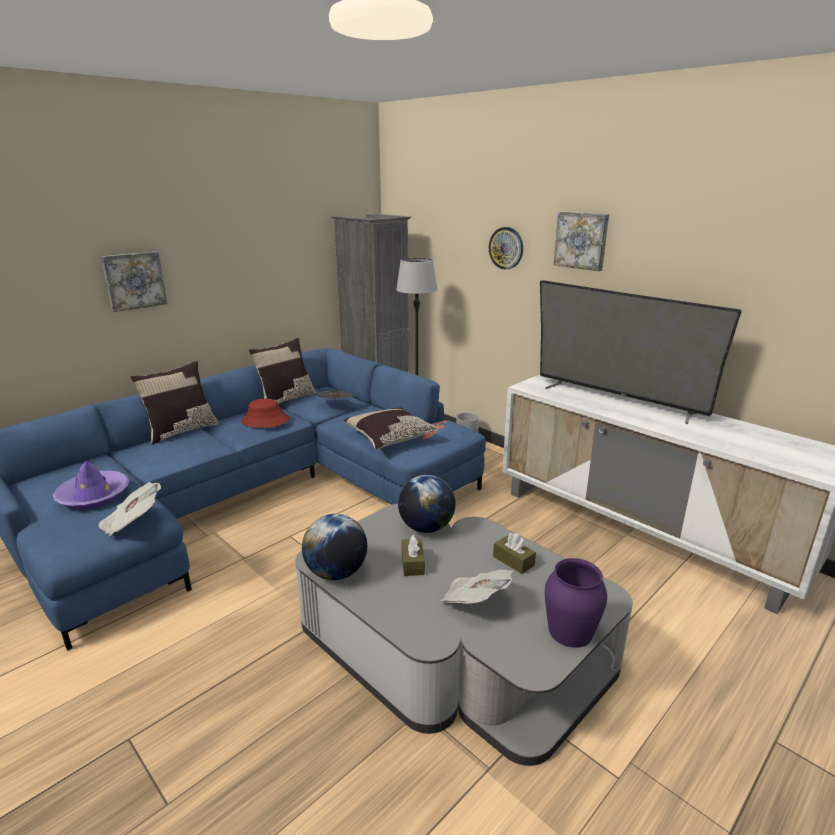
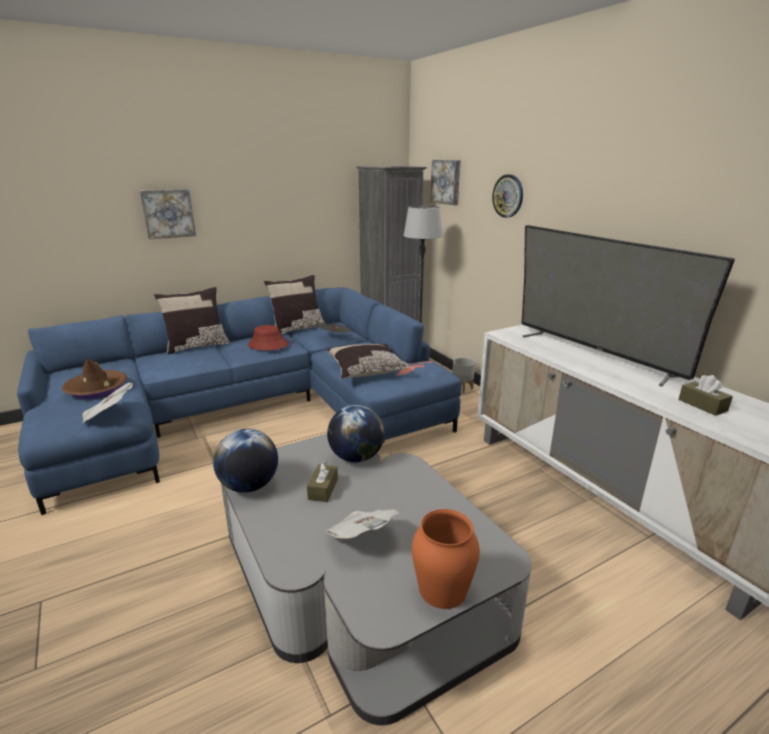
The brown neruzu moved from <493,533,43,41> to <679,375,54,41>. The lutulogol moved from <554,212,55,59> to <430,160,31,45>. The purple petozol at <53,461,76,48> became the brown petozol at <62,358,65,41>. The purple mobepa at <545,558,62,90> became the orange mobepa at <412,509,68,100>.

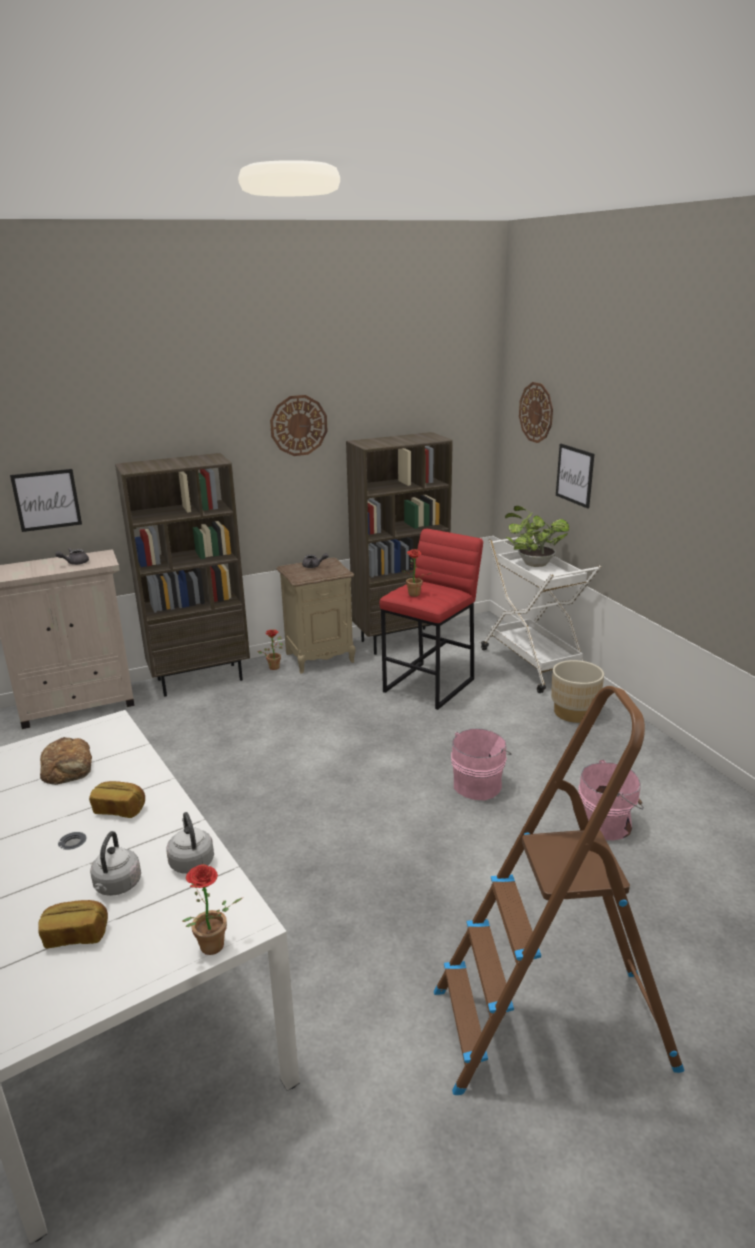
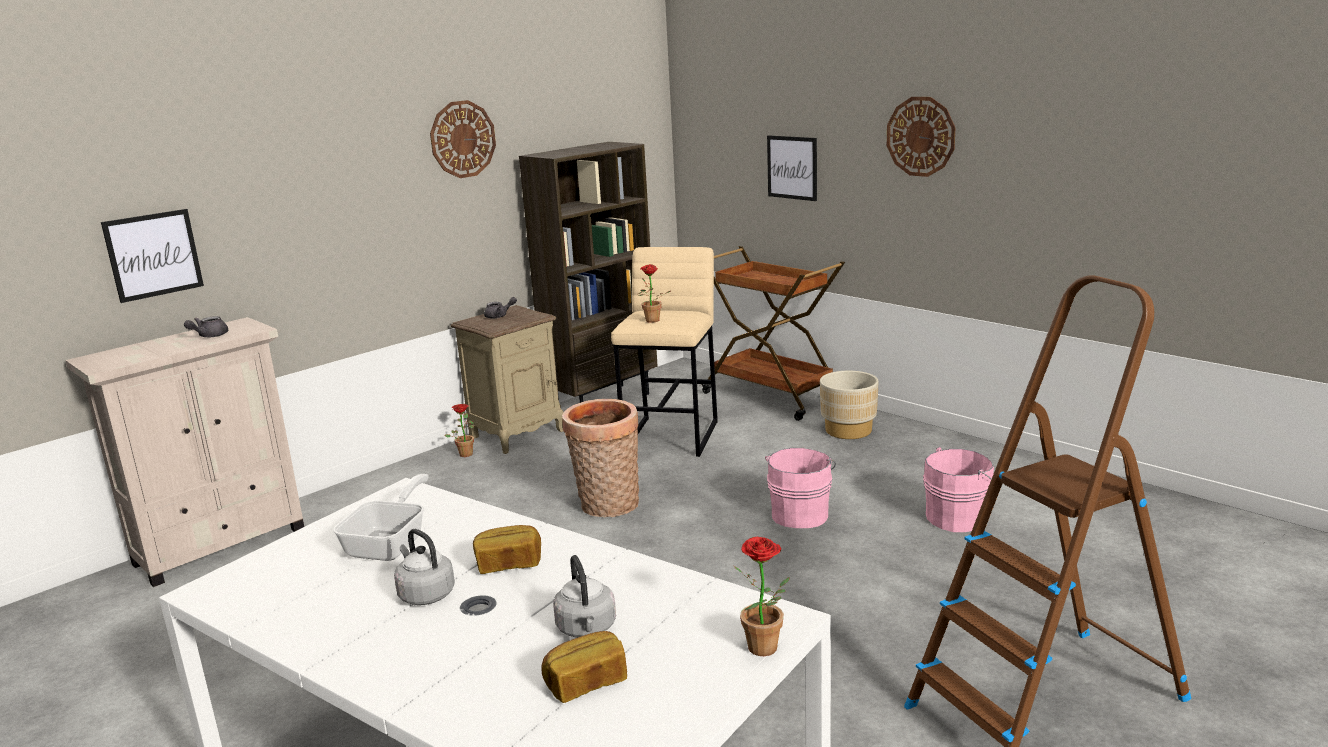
The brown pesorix at <115,453,135,243> disappeared. The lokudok at <505,506,64,61> disappeared. The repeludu at <562,399,77,118> appeared. The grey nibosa moved from <166,812,48,62> to <394,529,61,76>. The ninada moved from <519,382,34,61> to <887,97,69,80>. The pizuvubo at <40,737,52,48> was replaced by the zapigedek at <333,474,96,87>. The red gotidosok at <379,529,104,181> became the beige gotidosok at <611,247,107,210>. The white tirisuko at <481,536,120,157> became the brown tirisuko at <701,246,144,175>.

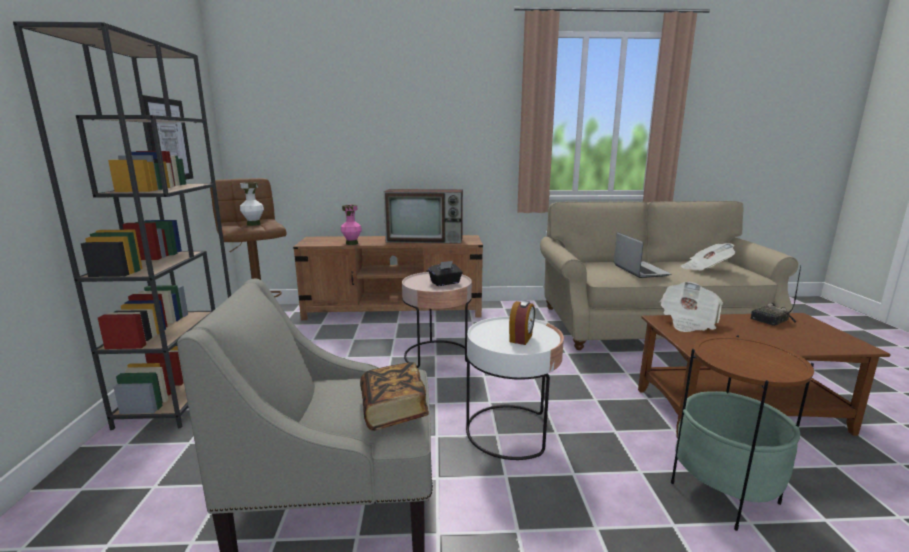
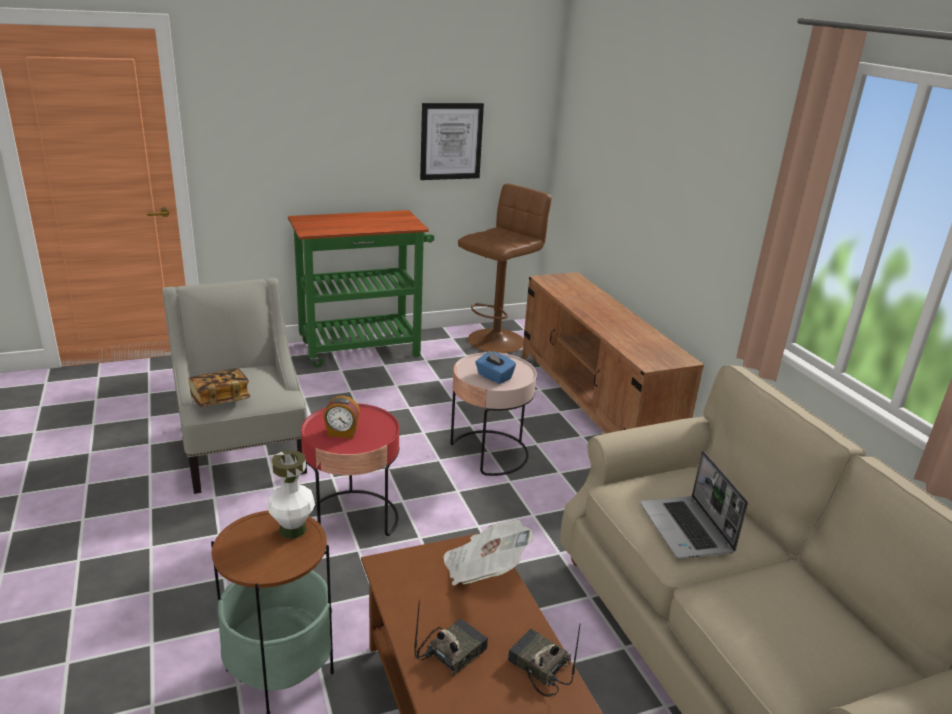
The pink mobepa at <341,205,21,40> disappeared. The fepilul at <384,189,79,55> disappeared. The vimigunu at <681,243,54,28> disappeared. The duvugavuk at <414,599,74,77> appeared. The white mobepa moved from <240,182,24,44> to <267,450,48,89>. The pesorix at <13,21,218,409> was replaced by the green tirisuko at <288,210,146,157>. The black neruzu at <428,261,35,25> became the blue neruzu at <475,350,41,34>. The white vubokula at <466,316,98,144> became the red vubokula at <301,404,98,132>. The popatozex at <614,232,57,46> turned 105 degrees clockwise.

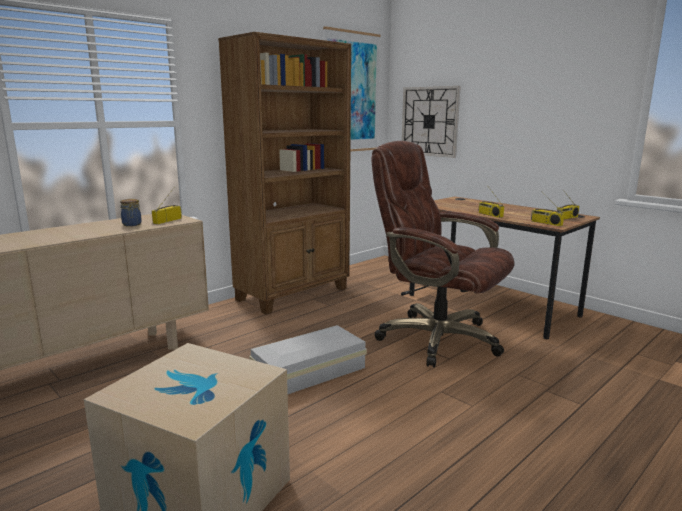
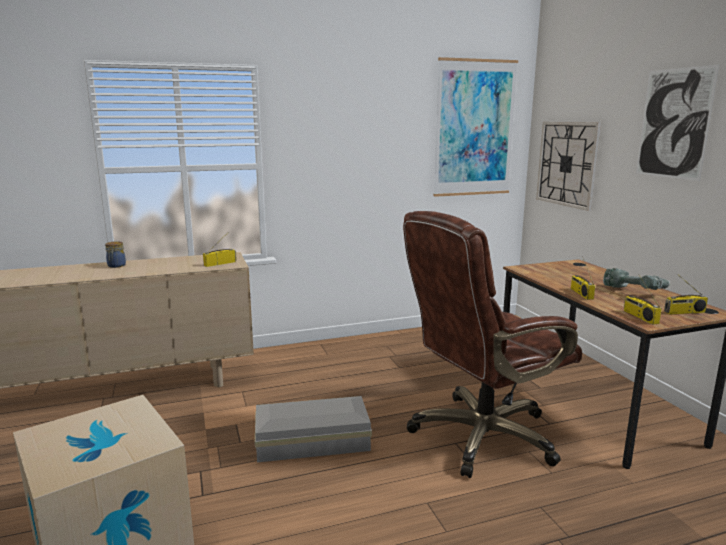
The brown pesorix at <218,32,133,282> disappeared. The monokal at <603,268,68,22> appeared. The lutulogol at <636,64,83,117> appeared. The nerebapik moved from <120,199,22,27> to <105,241,21,27>. The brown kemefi at <371,141,144,227> turned 90 degrees counterclockwise.

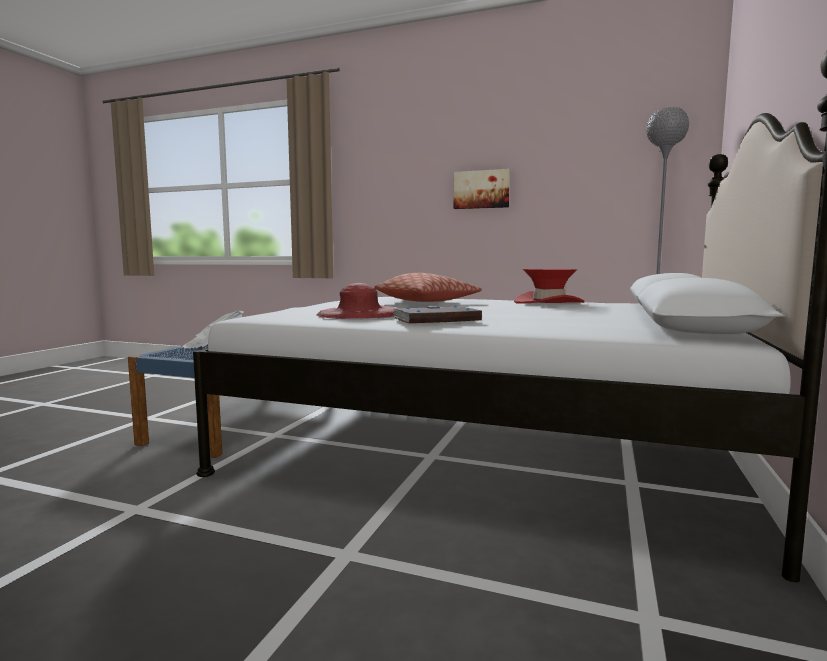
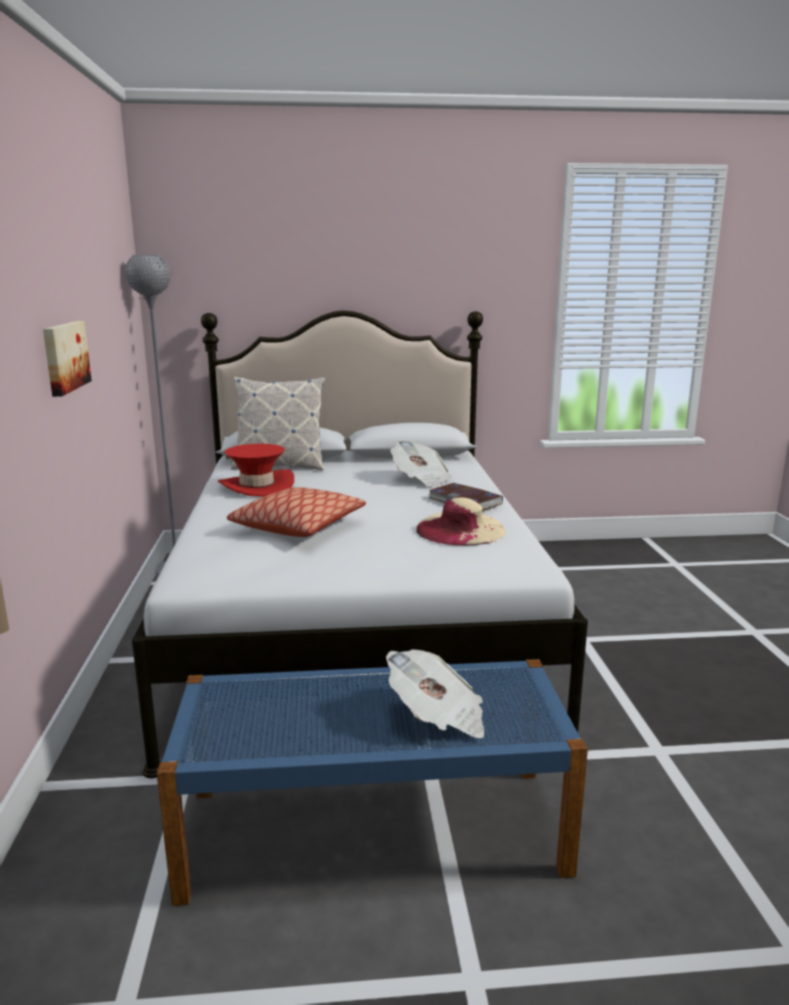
The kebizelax at <231,377,94,94> appeared. The vimigunu at <390,440,62,48> appeared. The red petozol at <316,283,82,36> became the beige petozol at <416,497,89,49>.

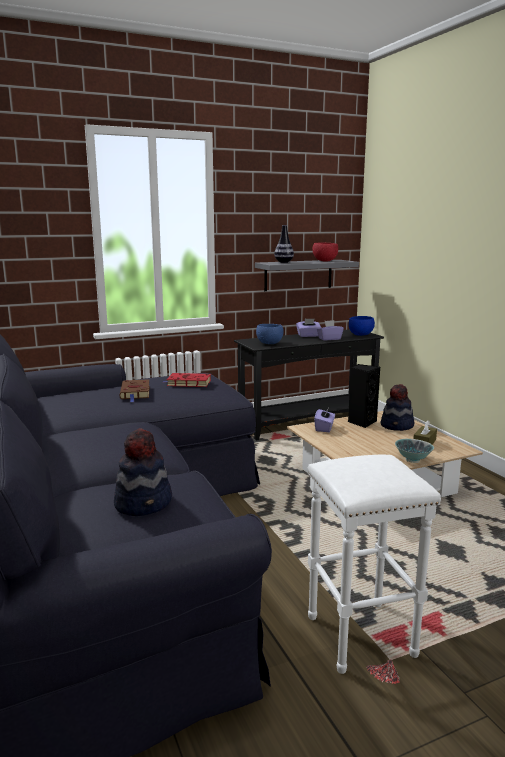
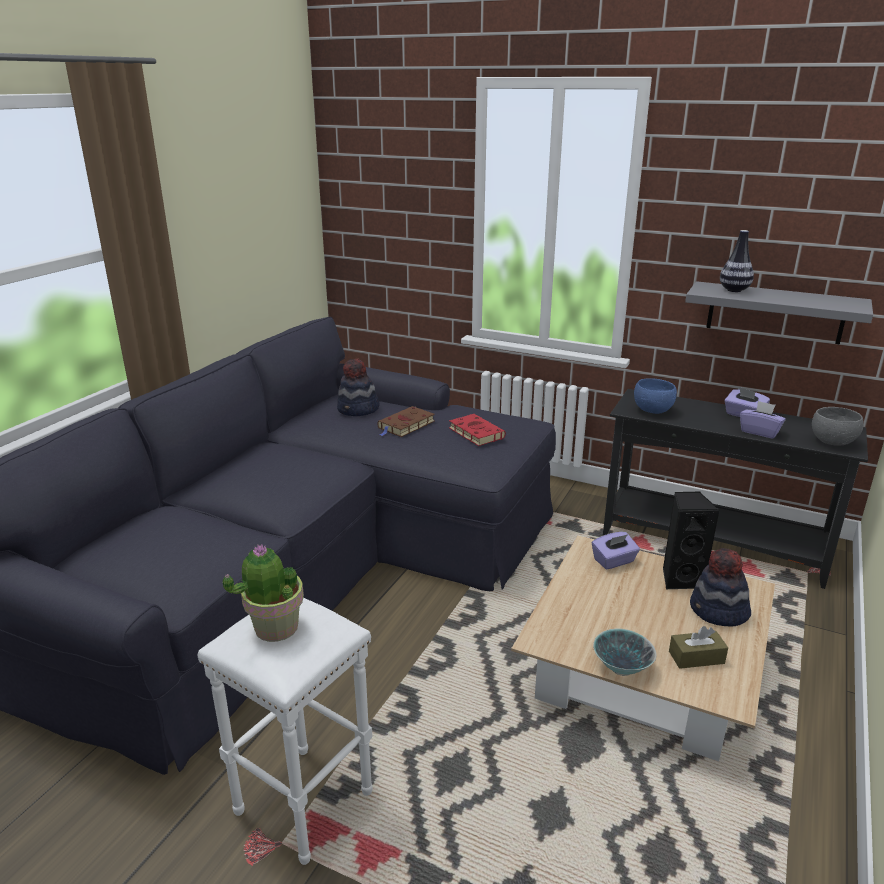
The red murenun at <312,243,26,19> disappeared. The lokudok at <223,545,81,97> appeared. The petozol moved from <114,428,58,88> to <337,359,42,57>. The blue murenun at <349,316,26,20> became the grey murenun at <812,407,52,39>.

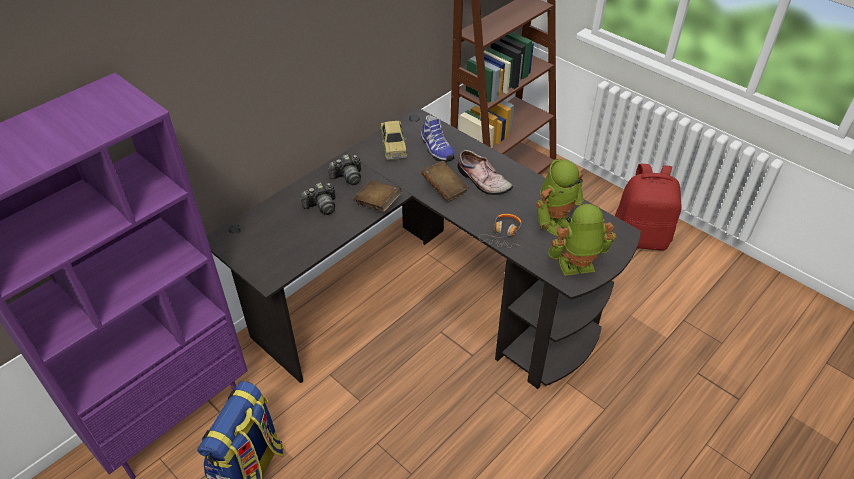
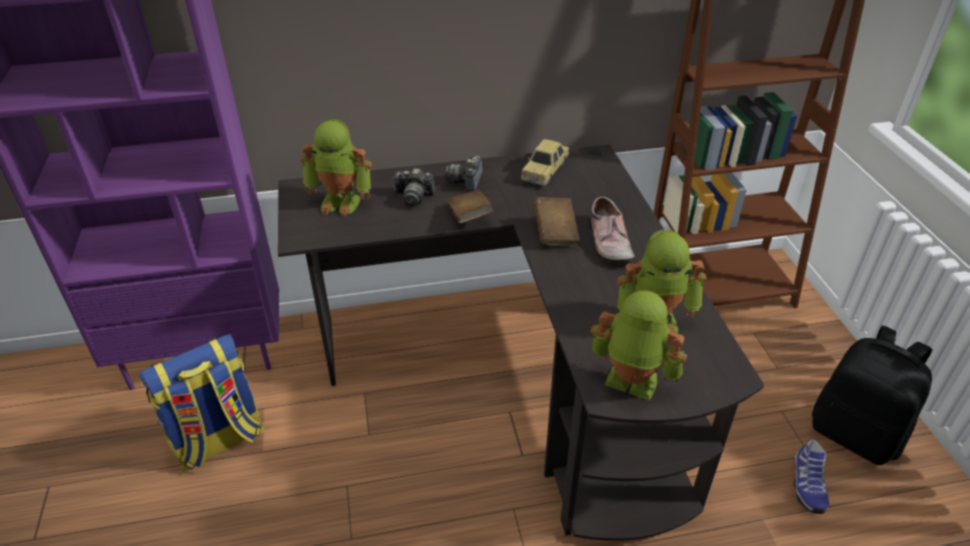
The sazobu at <479,214,43,34> disappeared. The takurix at <301,119,71,97> appeared. The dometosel moved from <421,115,34,47> to <793,440,36,74>. The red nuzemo at <615,164,67,86> became the black nuzemo at <812,325,121,140>. The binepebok at <328,154,33,31> turned 90 degrees clockwise.

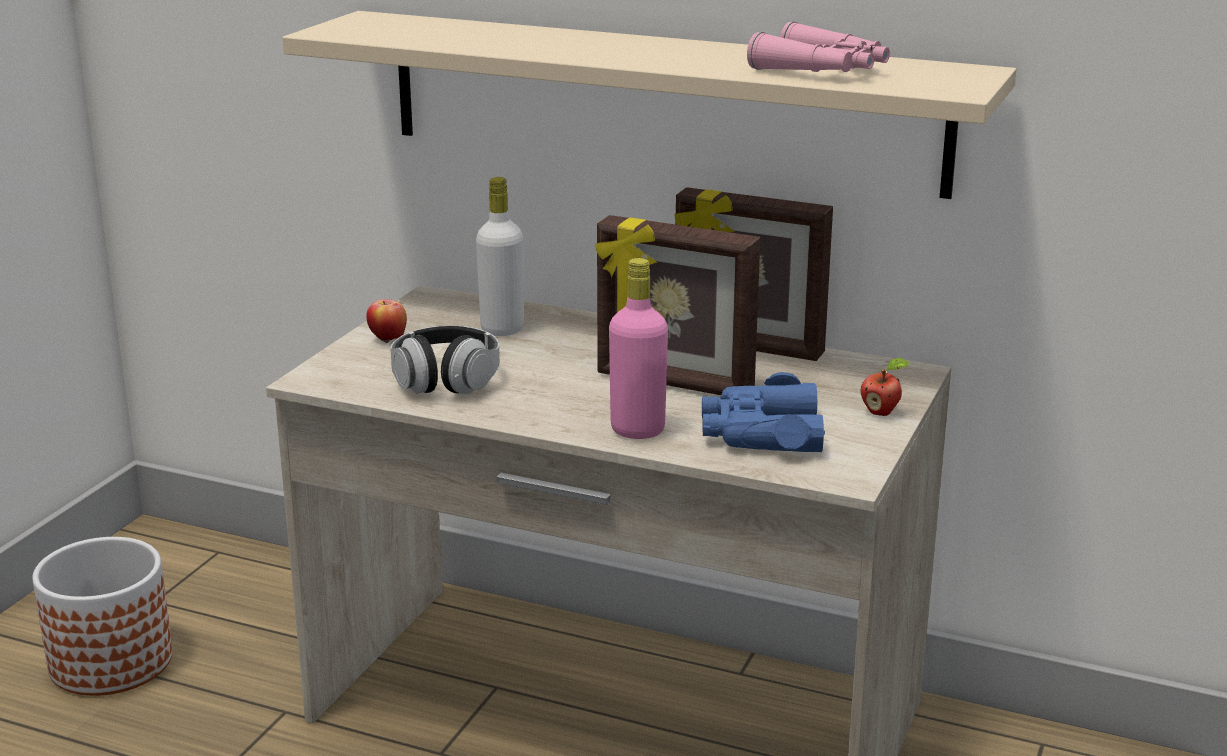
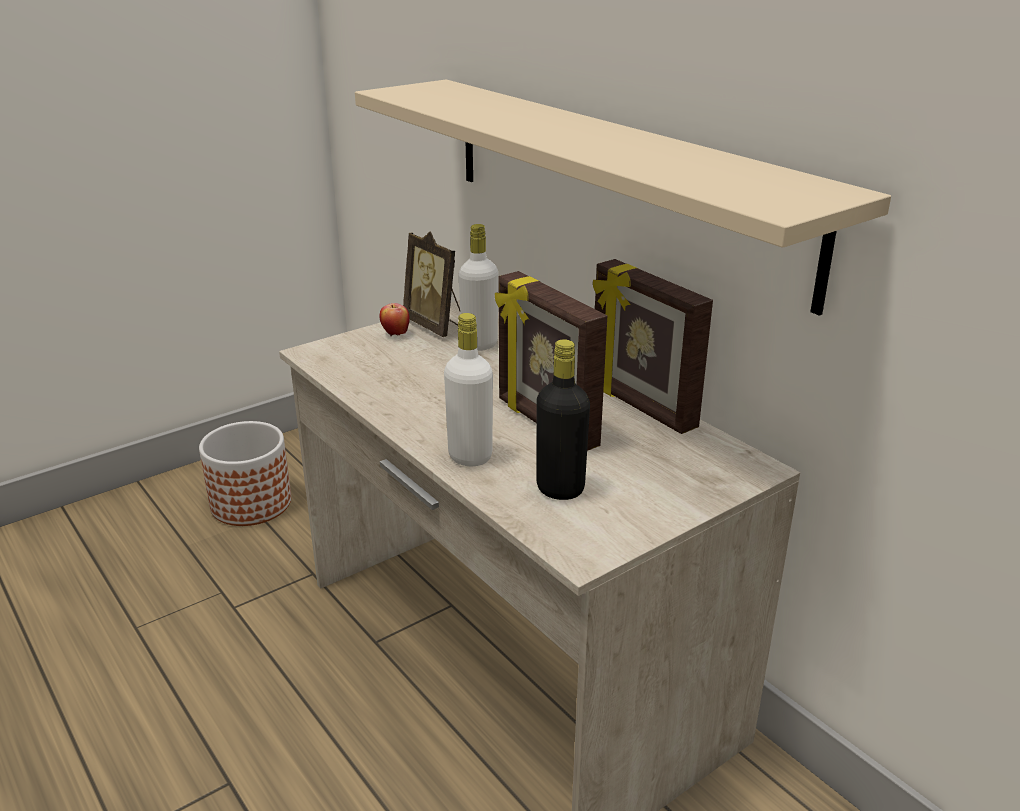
The sazobu at <390,326,110,68> disappeared. The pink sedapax at <747,22,143,50> disappeared. The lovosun at <861,358,48,58> disappeared. The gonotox at <403,231,57,106> appeared. The blue sedapax at <702,372,123,80> was replaced by the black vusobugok at <536,339,54,161>. The pink vusobugok at <609,258,59,181> became the white vusobugok at <444,313,49,153>.

